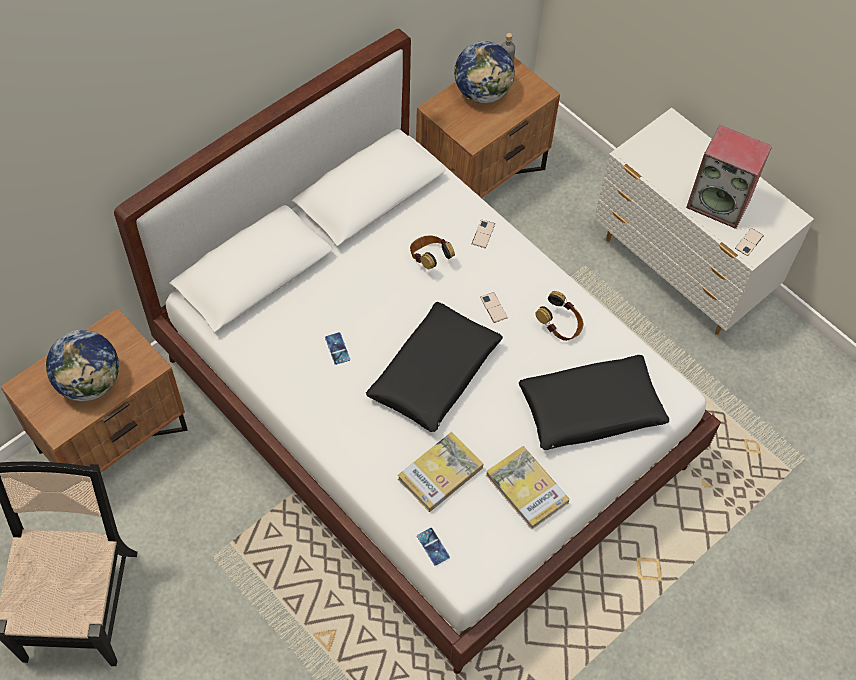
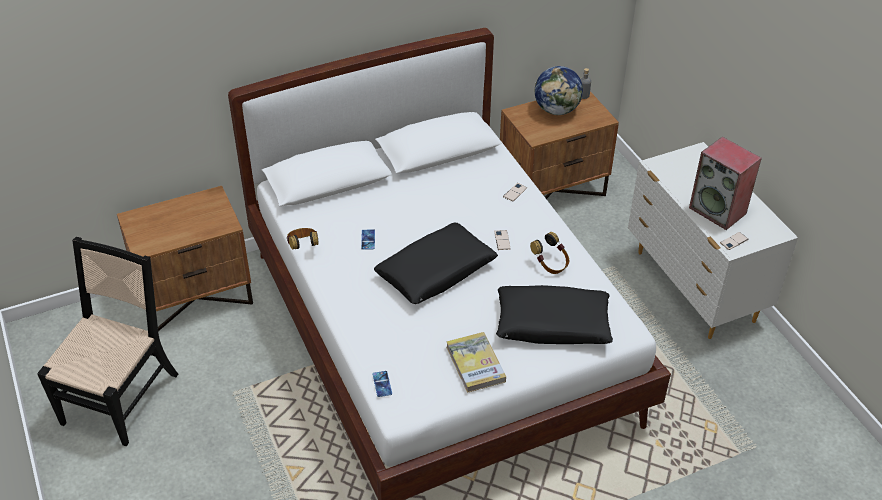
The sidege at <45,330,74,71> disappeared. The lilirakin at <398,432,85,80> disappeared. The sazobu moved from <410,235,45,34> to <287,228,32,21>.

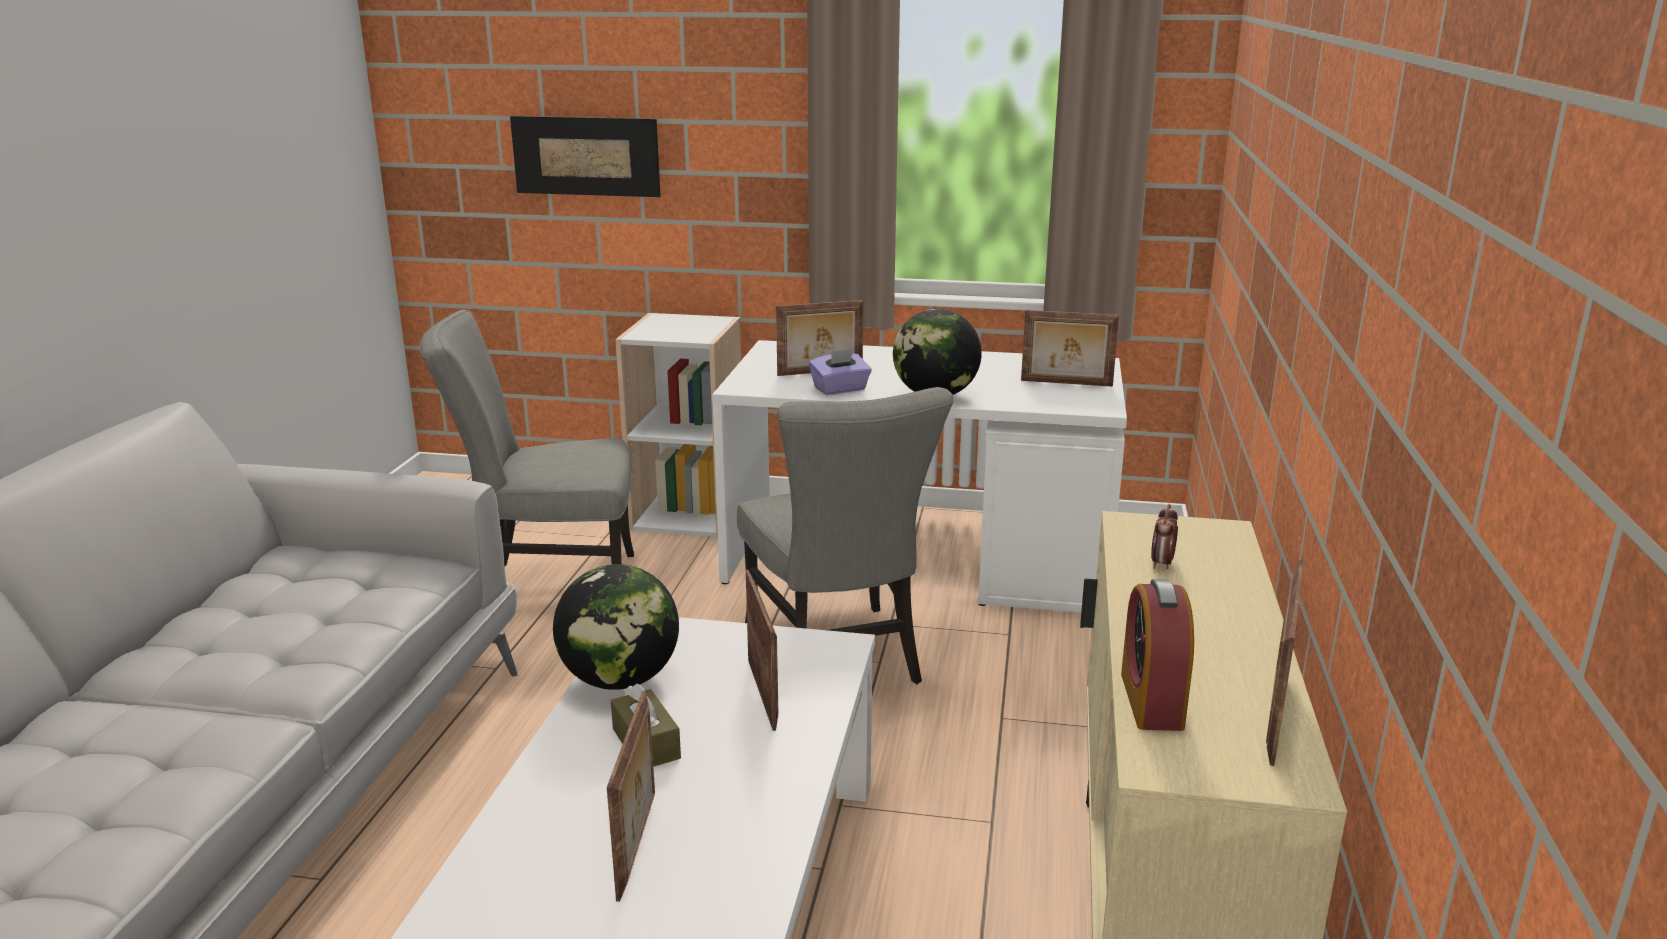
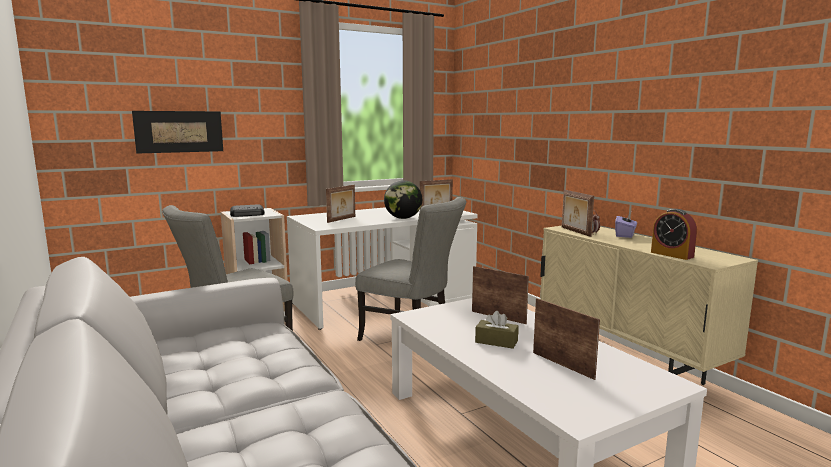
The sidege at <553,564,126,126> disappeared. The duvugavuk at <230,205,35,12> appeared. The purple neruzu moved from <809,349,62,46> to <615,212,22,26>. The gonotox moved from <1266,560,38,206> to <562,190,32,47>.

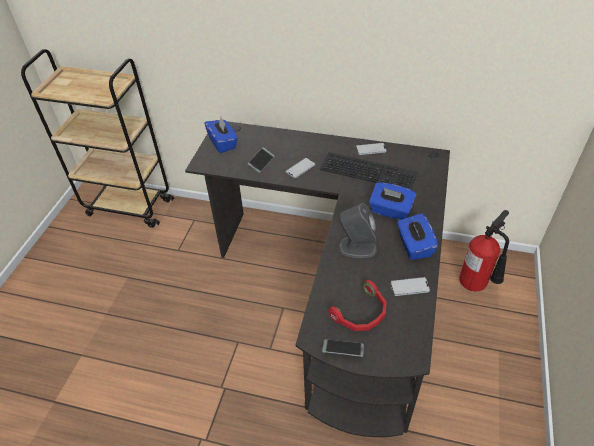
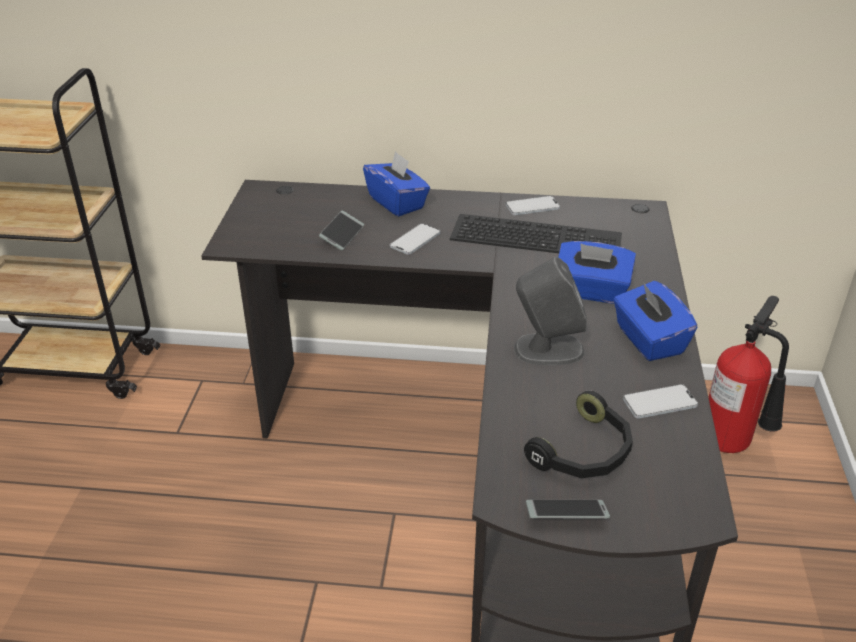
The blue neruzu moved from <204,117,34,36> to <363,151,67,66>. The red sazobu at <328,280,59,51> became the black sazobu at <524,390,109,88>.

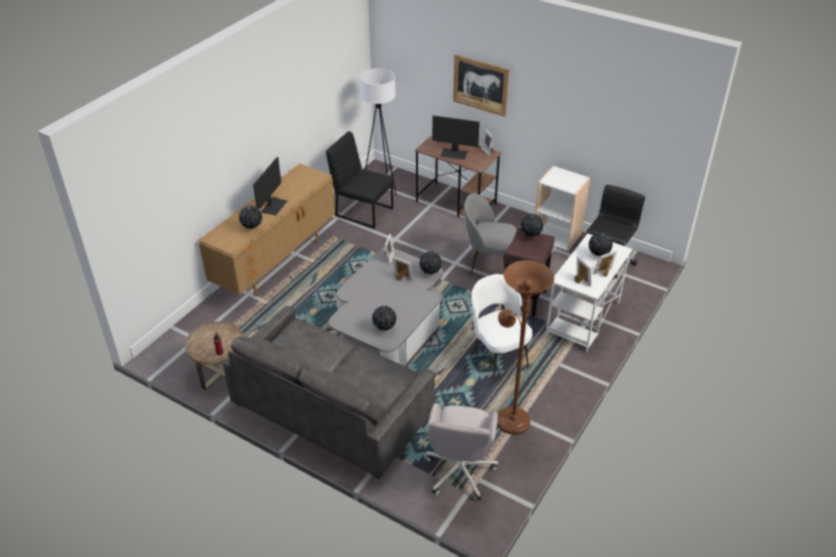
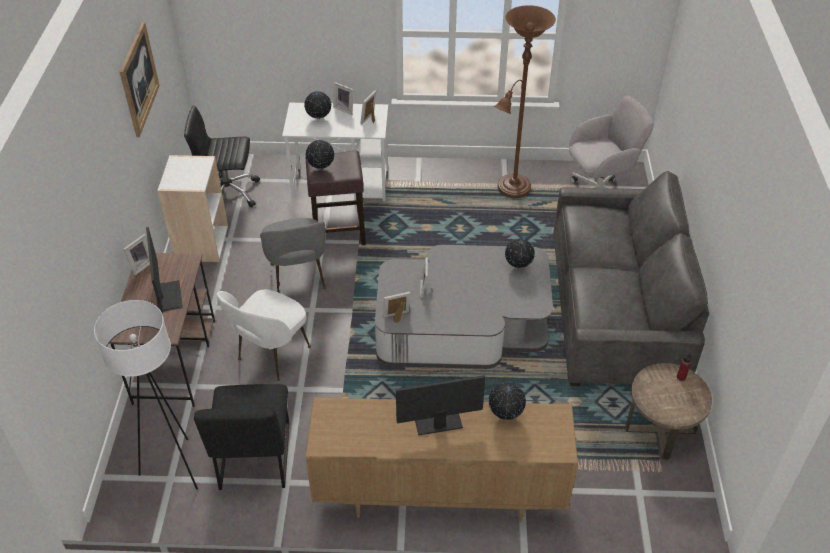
The sidege at <419,252,23,23> disappeared. The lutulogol moved from <453,54,57,63> to <120,22,40,115>. The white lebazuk moved from <471,274,61,106> to <217,290,94,91>.

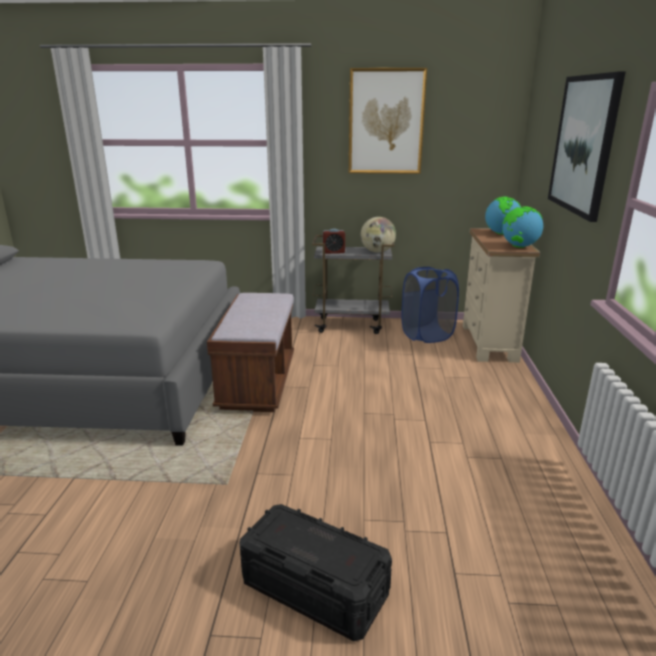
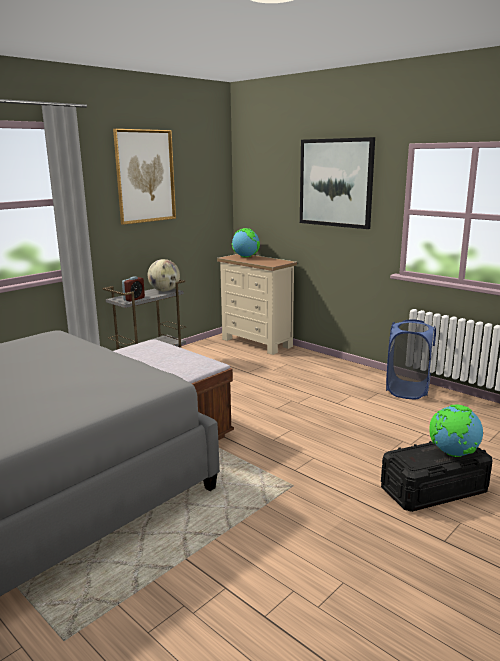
The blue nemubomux moved from <401,267,58,76> to <386,319,50,80>. The sidege moved from <502,206,41,42> to <429,404,54,53>.

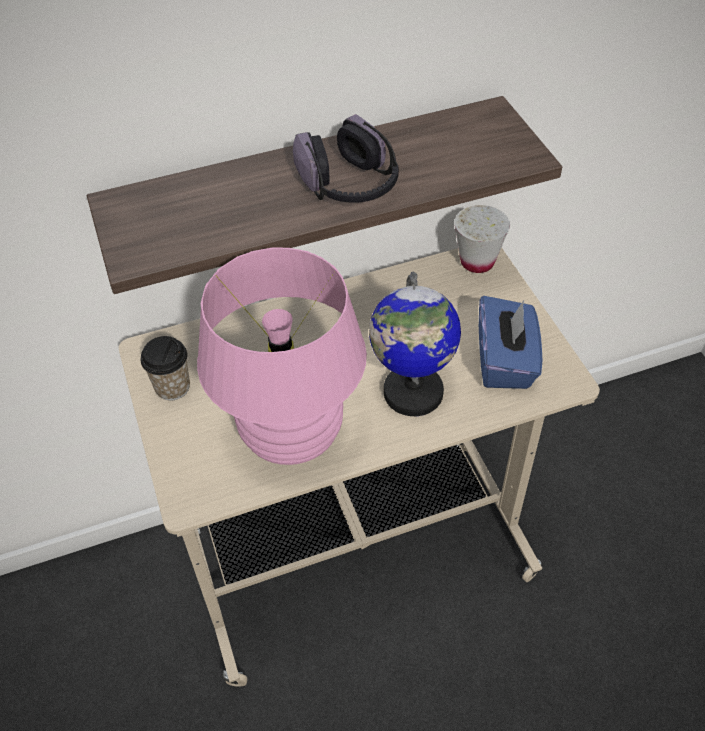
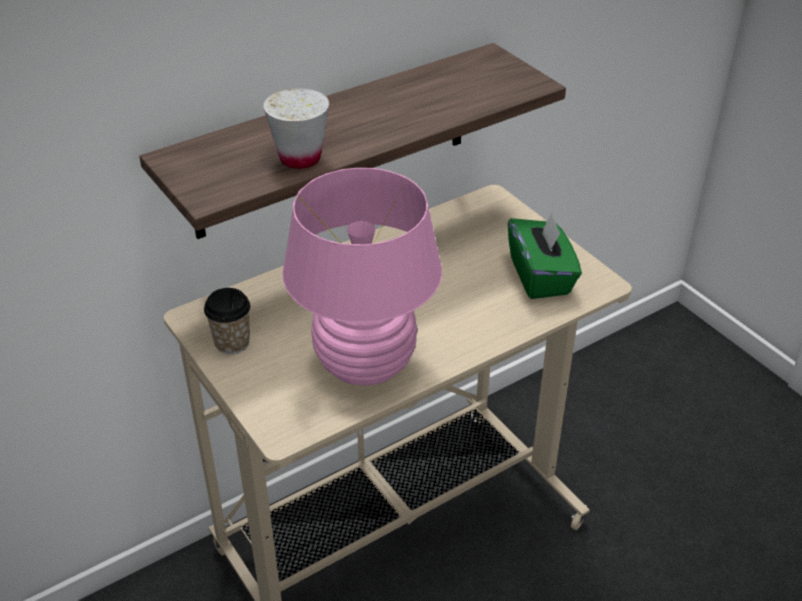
The sazobu at <293,114,106,89> disappeared. The sidege at <369,272,92,144> disappeared. The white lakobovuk moved from <454,205,56,68> to <263,88,66,81>. The blue neruzu at <479,296,63,93> became the green neruzu at <508,212,74,87>.

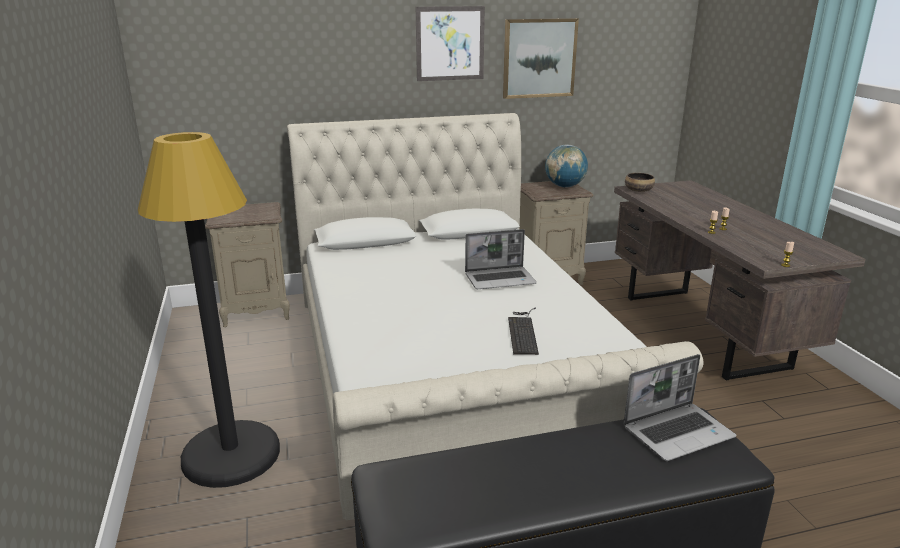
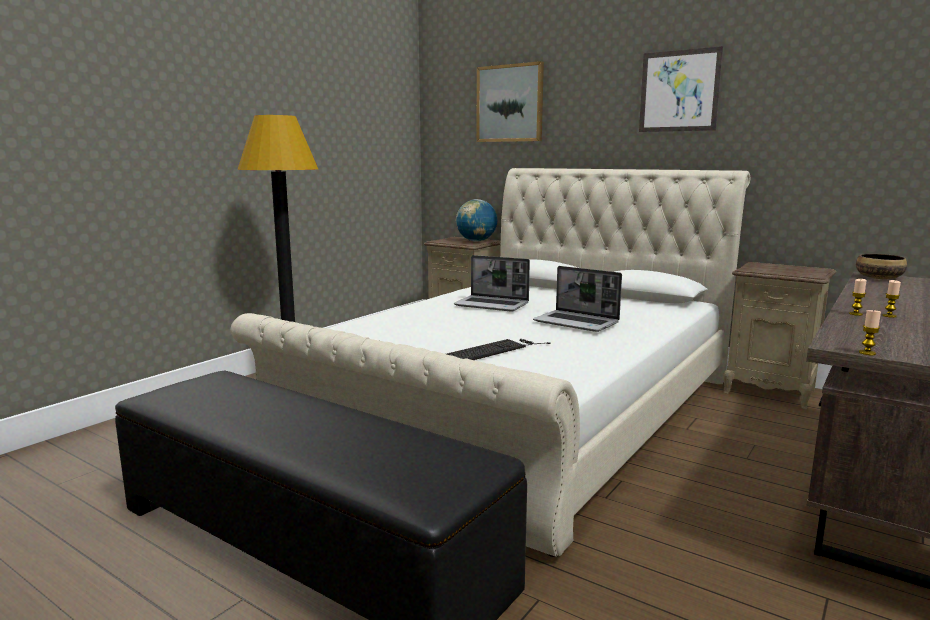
The lutulogol moved from <503,18,76,81> to <476,61,68,81>. The sidege moved from <545,144,43,44> to <456,199,41,43>. The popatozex moved from <623,354,113,107> to <454,255,76,57>.

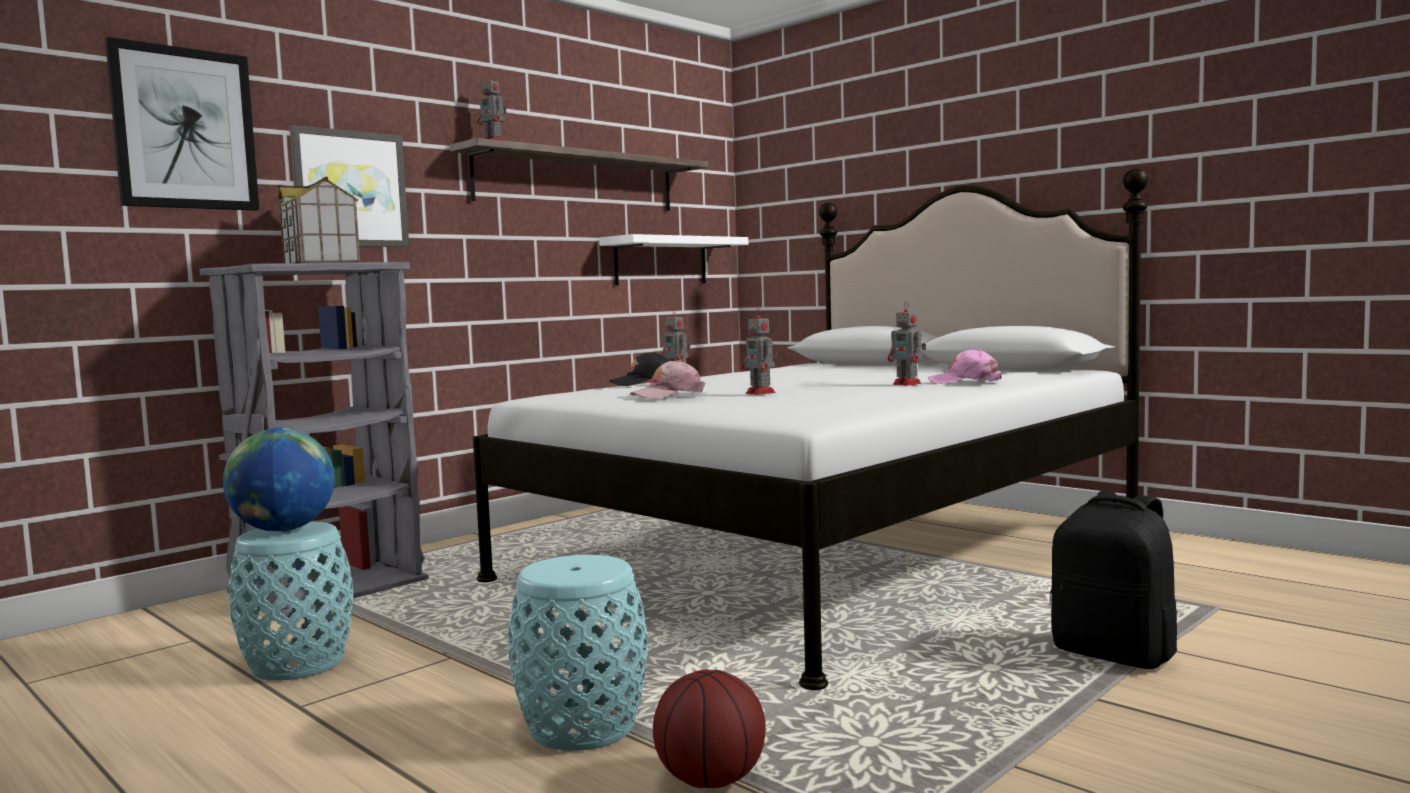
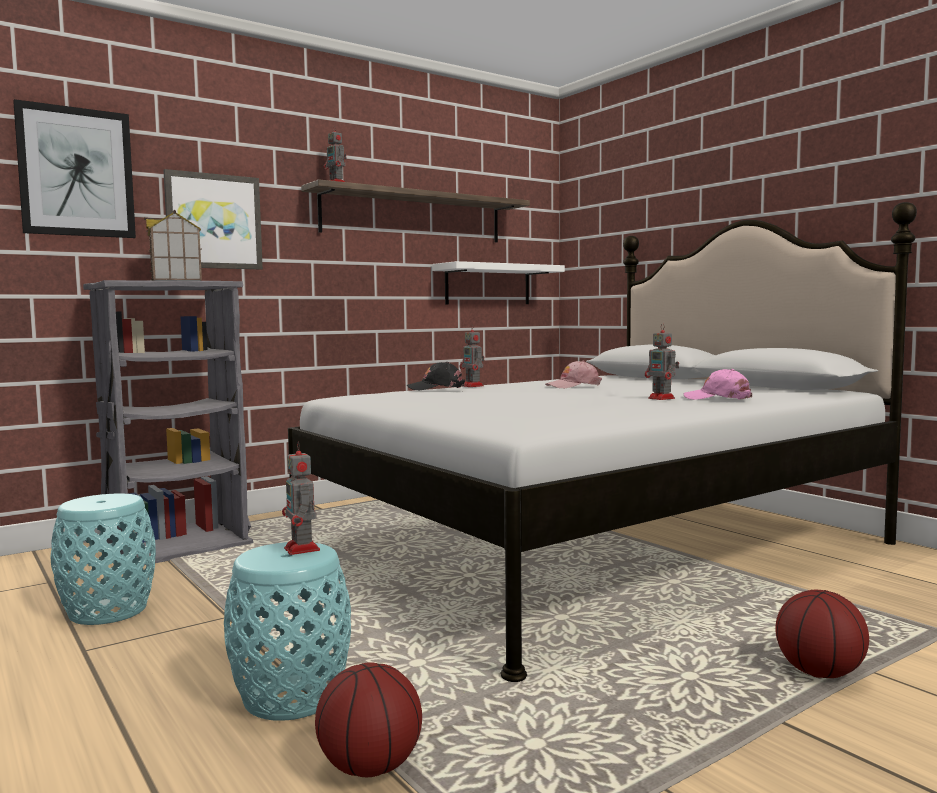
The sidege at <223,428,112,104> disappeared. The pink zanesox moved from <630,360,75,39> to <545,361,57,27>. The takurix moved from <741,308,36,87> to <282,441,38,114>. The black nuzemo at <1050,491,127,178> was replaced by the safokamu at <776,590,93,88>.

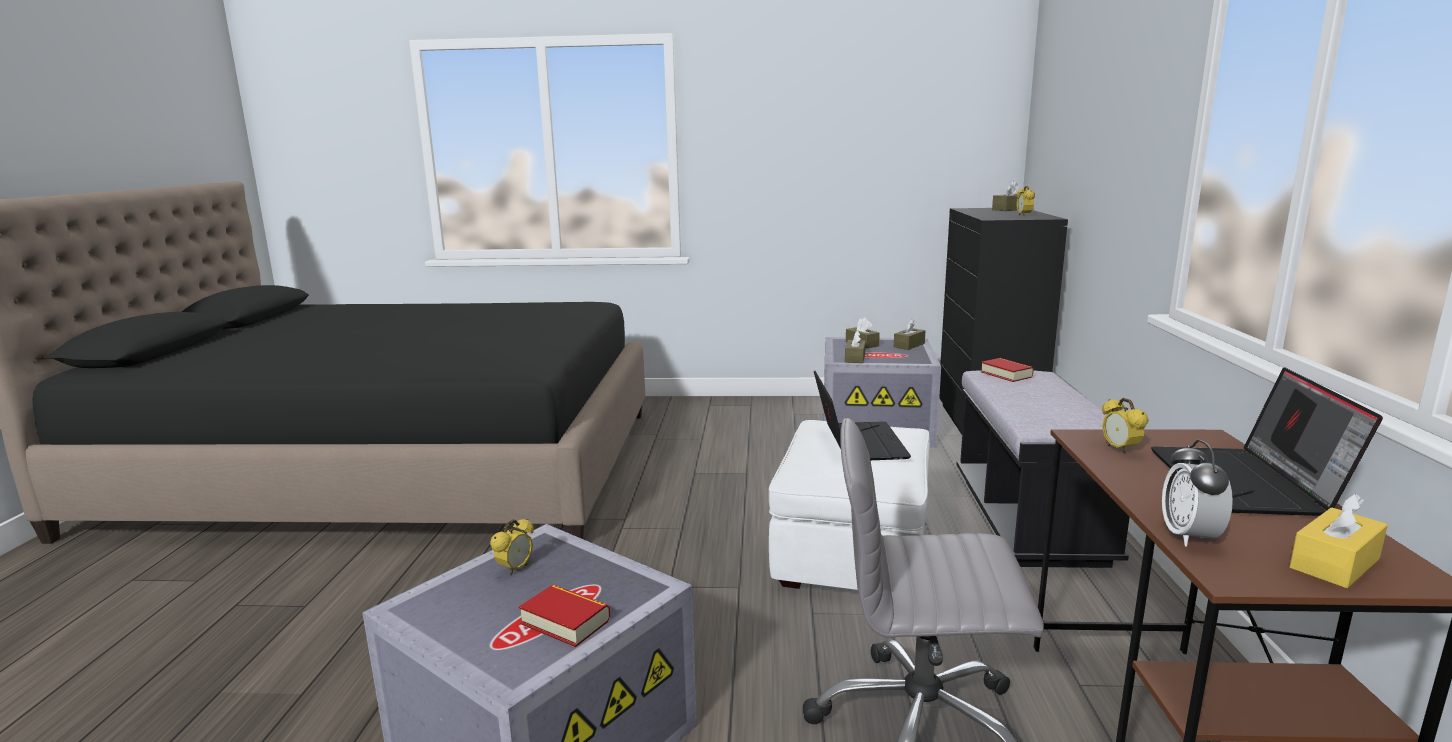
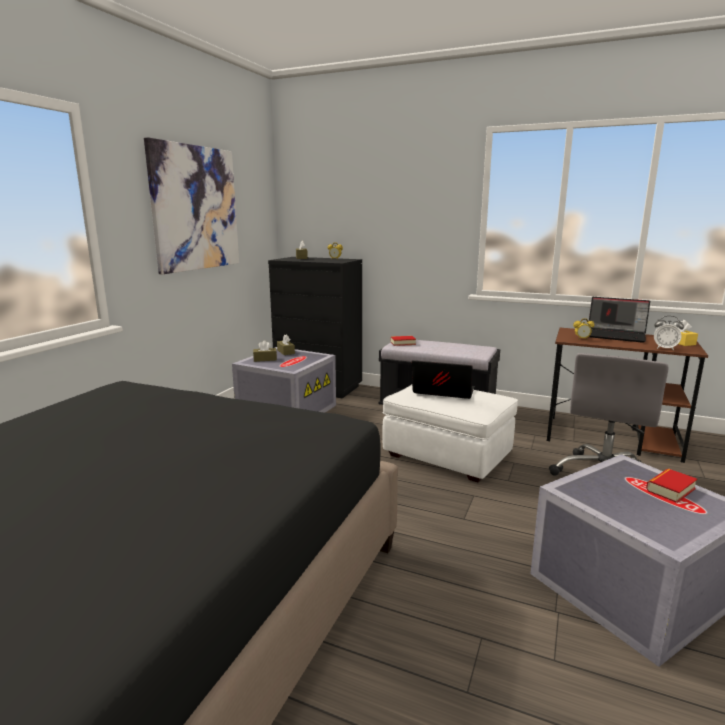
The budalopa at <490,519,44,56> disappeared. The brown neruzu at <845,330,21,33> disappeared. The lutulogol at <144,137,95,138> appeared.

